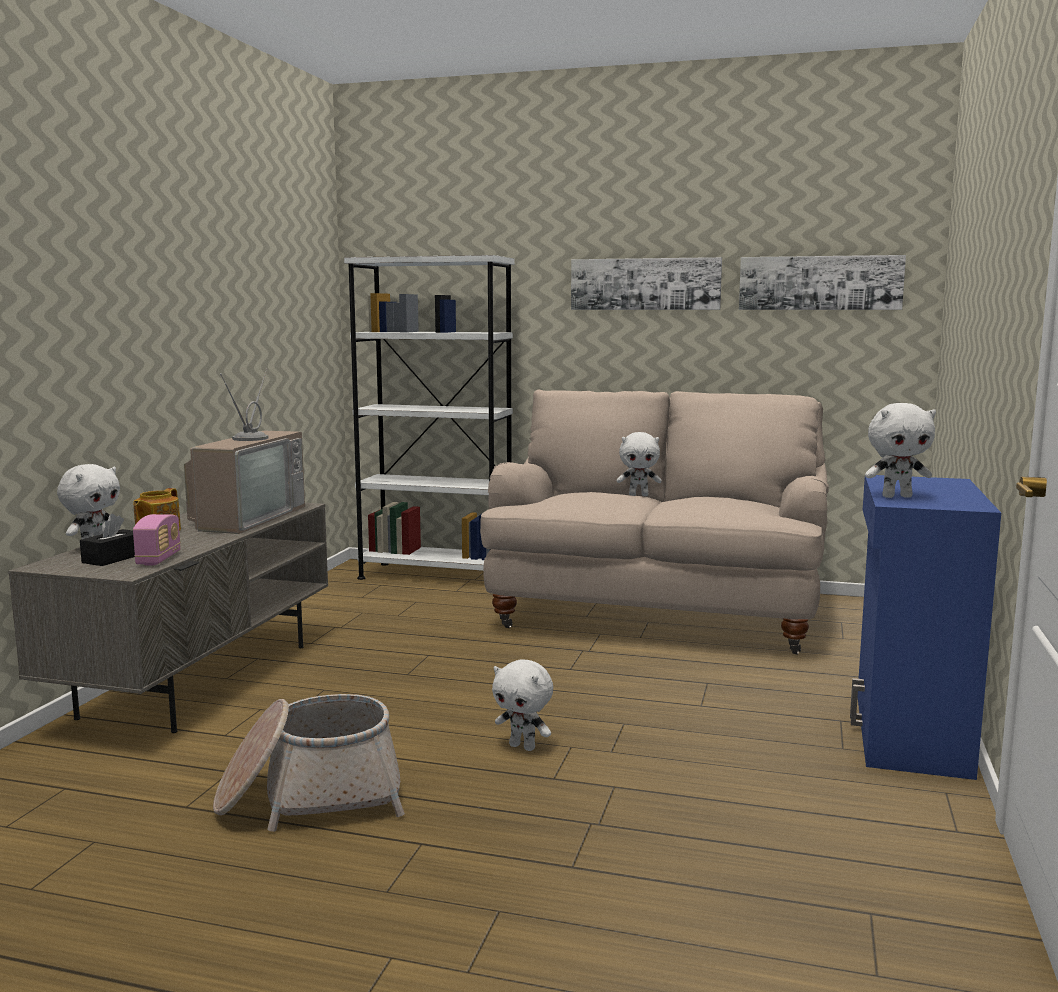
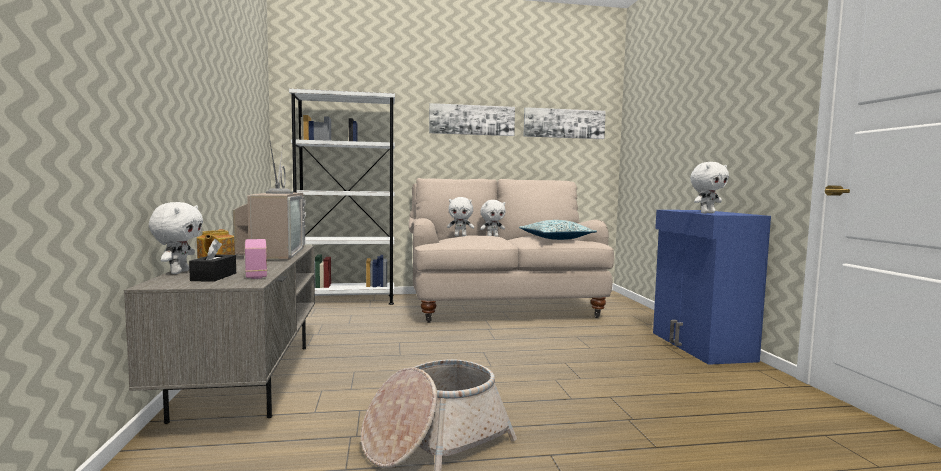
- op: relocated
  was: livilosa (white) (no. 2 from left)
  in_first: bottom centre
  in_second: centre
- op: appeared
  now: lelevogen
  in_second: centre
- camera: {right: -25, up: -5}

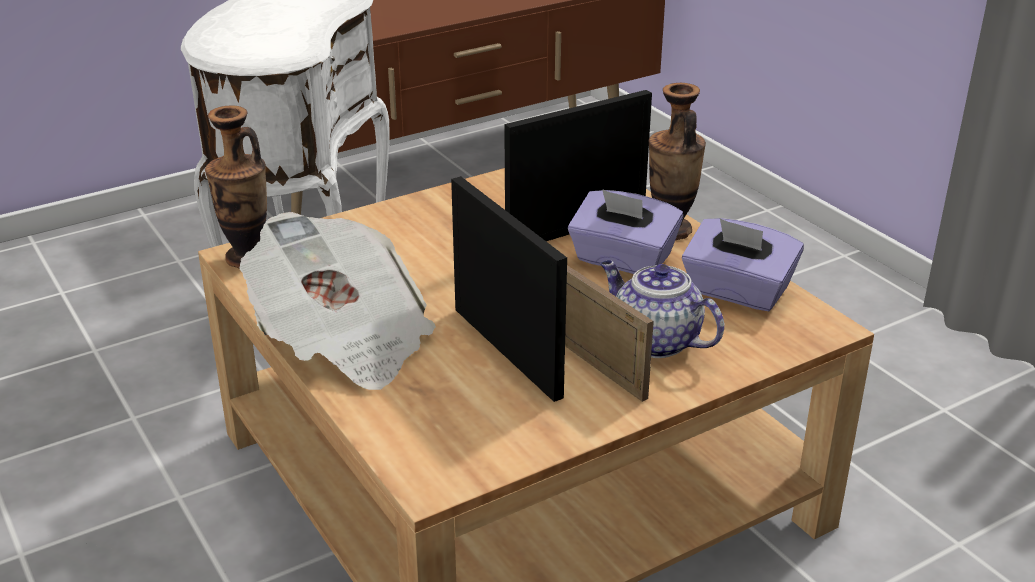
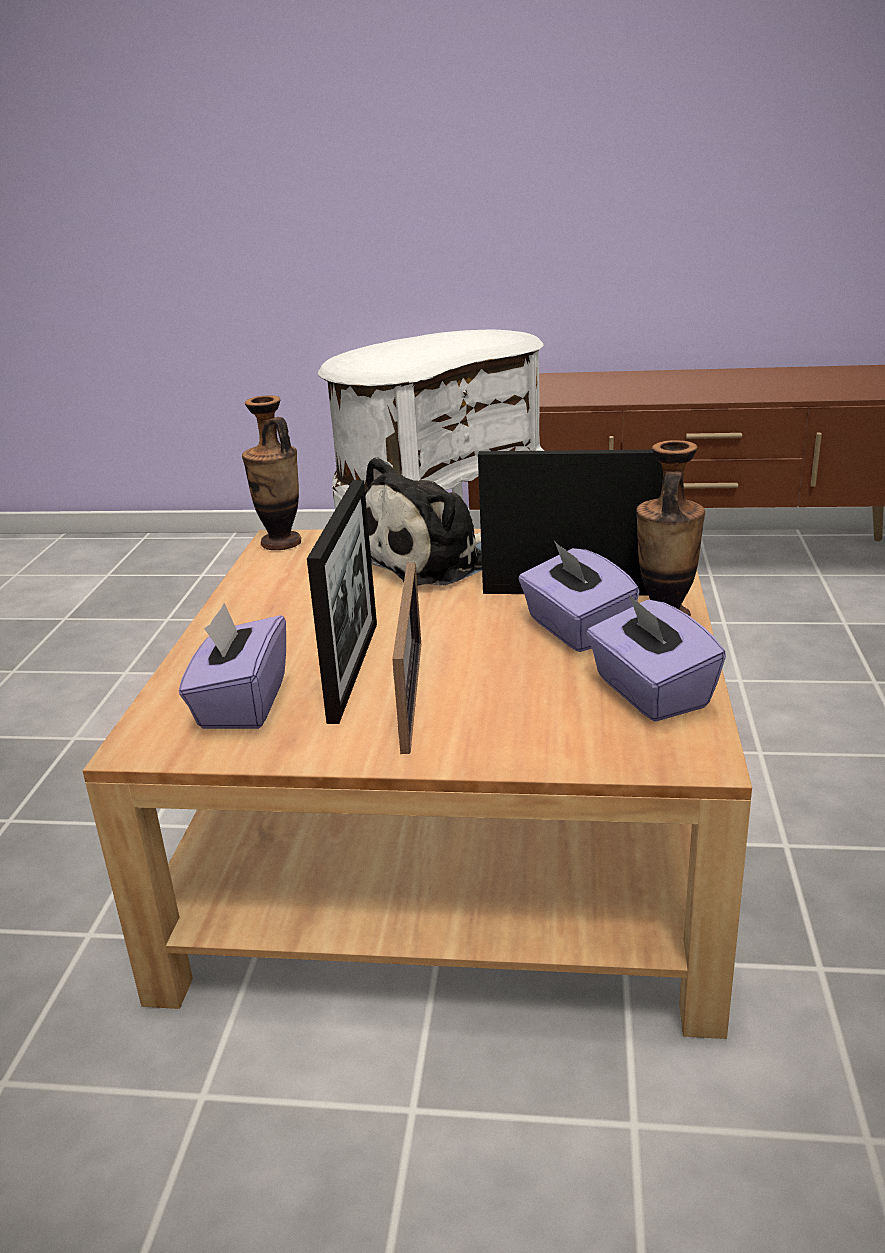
- op: appeared
  now: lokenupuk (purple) (no. 1 from left)
  in_second: middle left
- op: appeared
  now: livilosa
  in_second: centre
- op: missing
  was: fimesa
  in_first: middle left
- op: missing
  was: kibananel
  in_first: centre
- camera: {right: 40, up: -5}

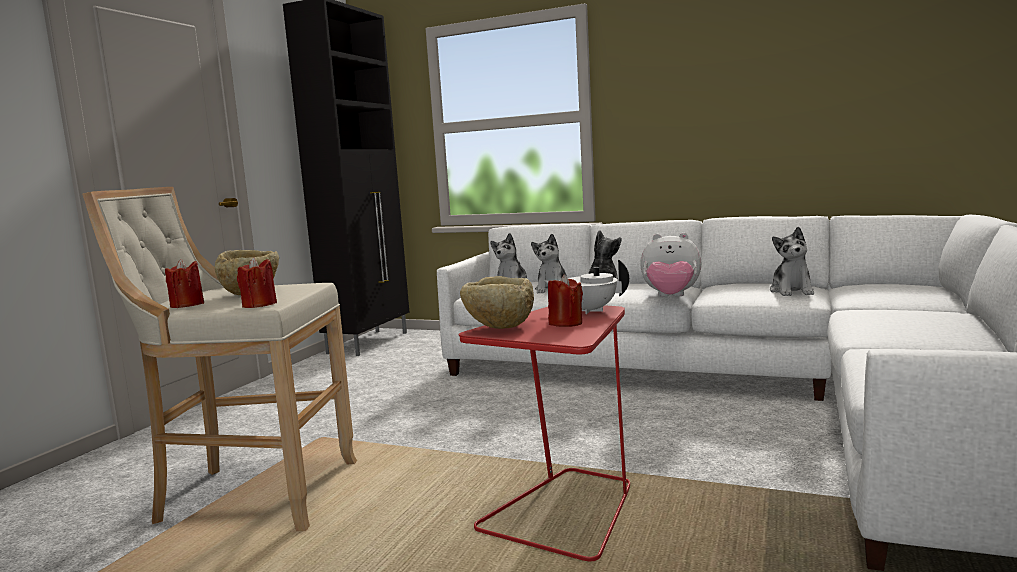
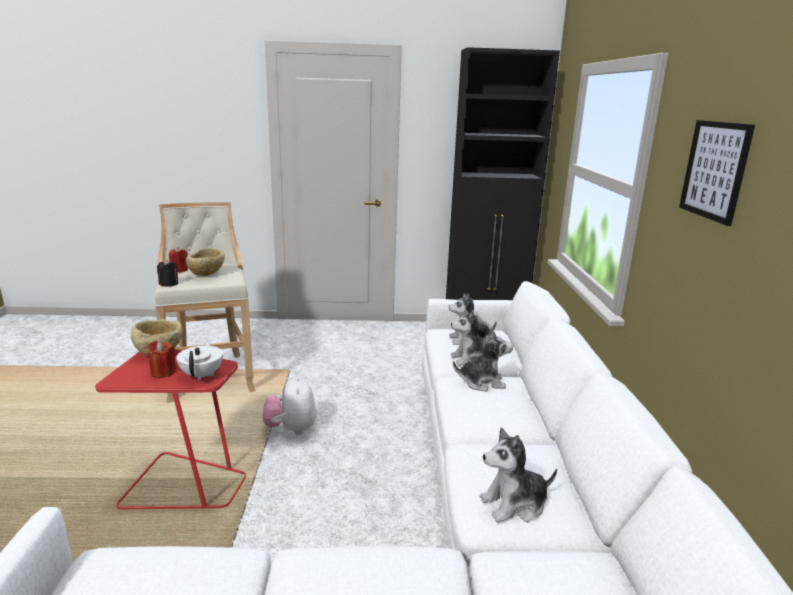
- op: colour
  was: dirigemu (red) (no. 2 from left)
  now: dirigemu (black)
  in_first: middle left
  in_second: middle left
- op: relocated
  was: livilosa (no. 4 from left in the first image)
  now: livilosa (no. 1 from left)
  in_first: centre
  in_second: bottom centre
- op: appeared
  now: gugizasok
  in_second: top right
- camera: {right: 65, up: 10}

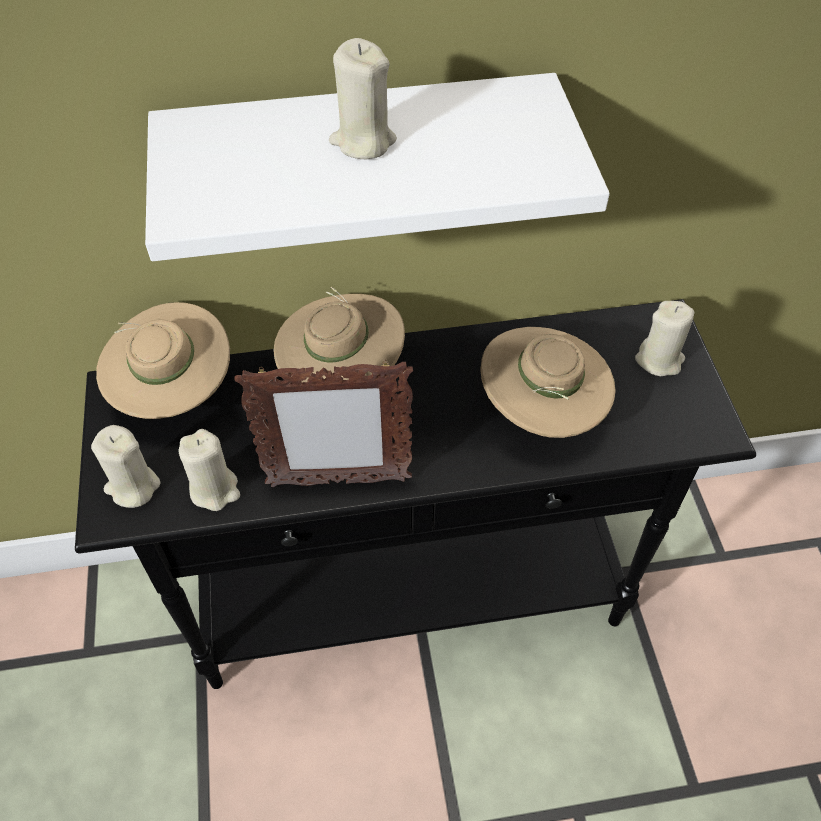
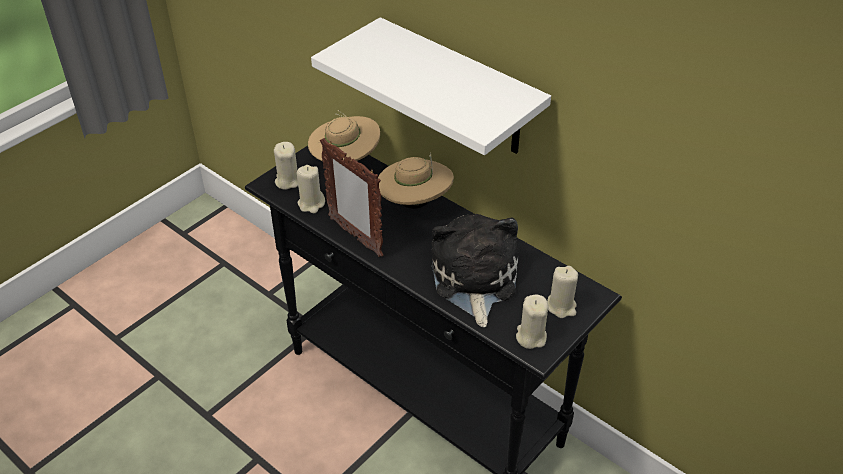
- op: exchanged
  was: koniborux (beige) (no. 3 from left)
  now: livilosa
  in_first: middle right
  in_second: centre
- op: relocated
  was: dirigemu (beige) (no. 3 from left)
  in_first: top centre
  in_second: bottom centre
- camera: {right: 50, up: -10}

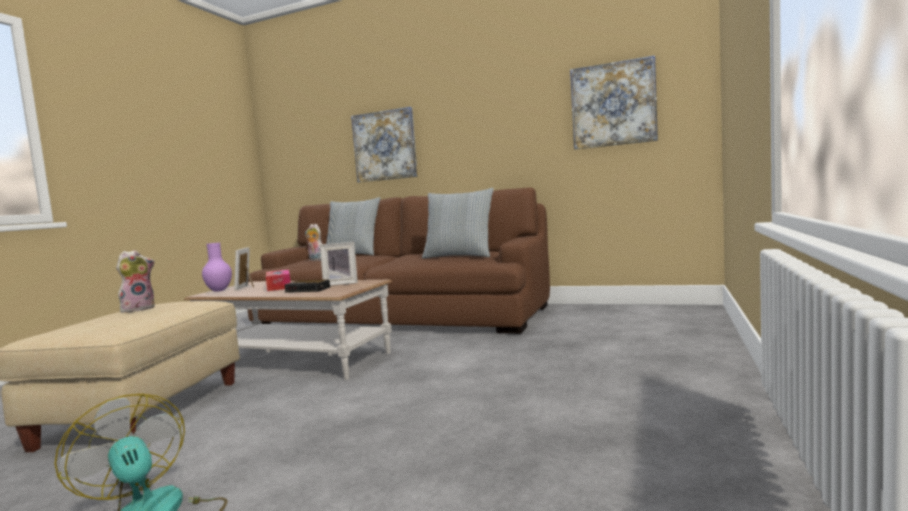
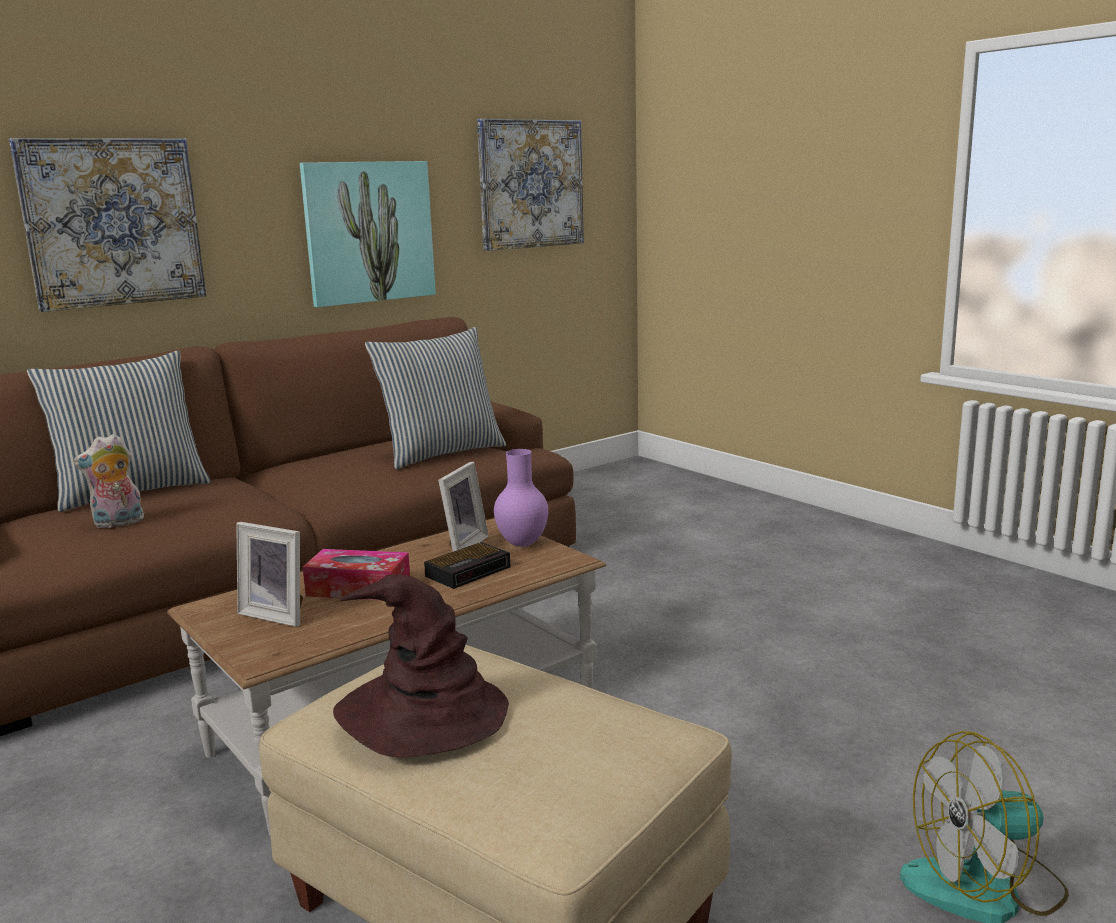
- op: appeared
  now: gugizasok (no. 2 from left)
  in_second: top left
- op: exchanged
  was: livilosa (no. 1 from left)
  now: koniborux (brown)
  in_first: middle left
  in_second: bottom centre
- op: relocated
  was: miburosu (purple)
  in_first: middle left
  in_second: centre
- camera: {right: -60, up: 10}

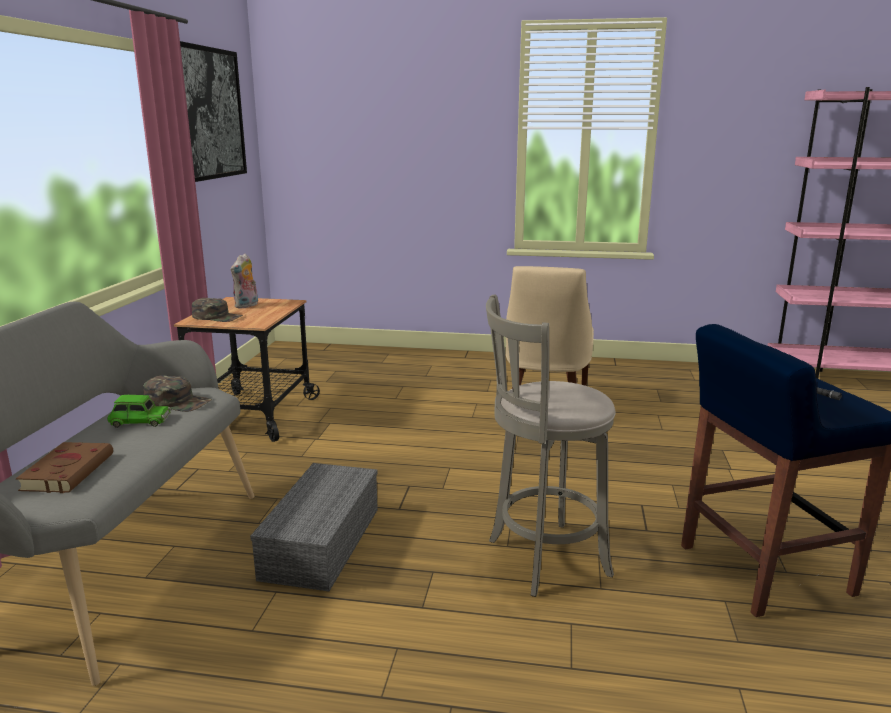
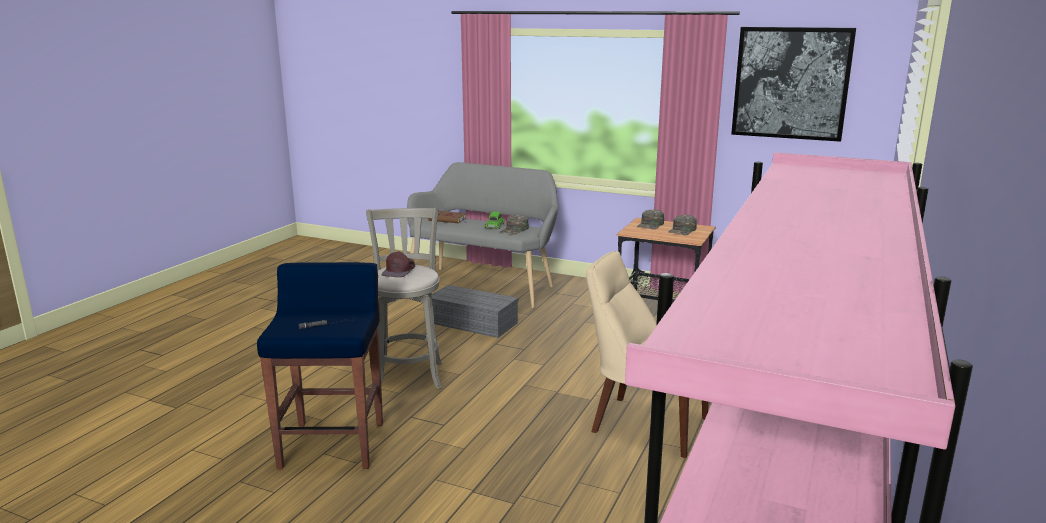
- op: appeared
  now: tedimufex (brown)
  in_second: centre
- op: exchanged
  was: livilosa
  now: tedimufex (green) (no. 3 from left)
  in_first: middle left
  in_second: centre
- camera: {right: 105, up: 0}

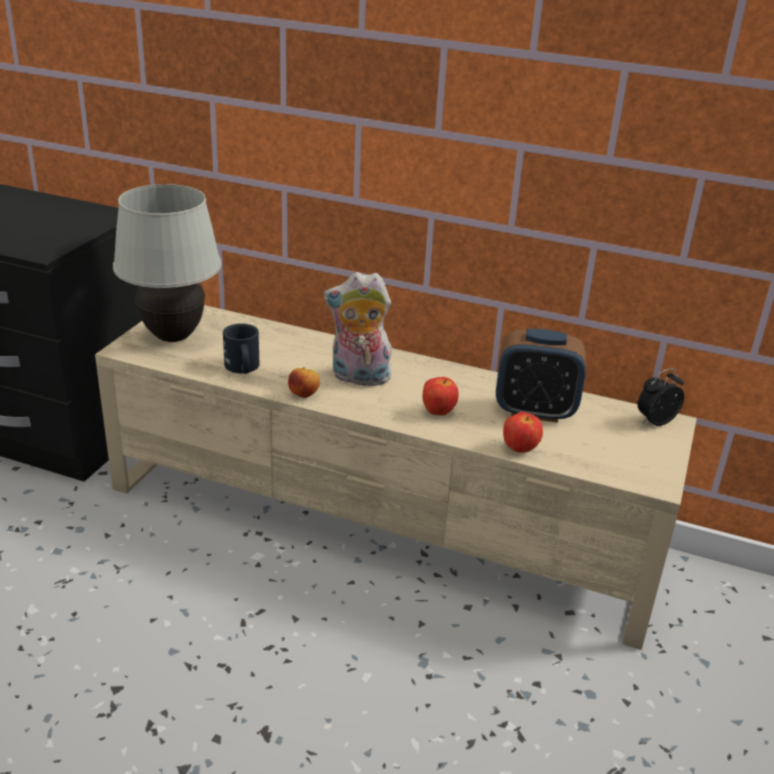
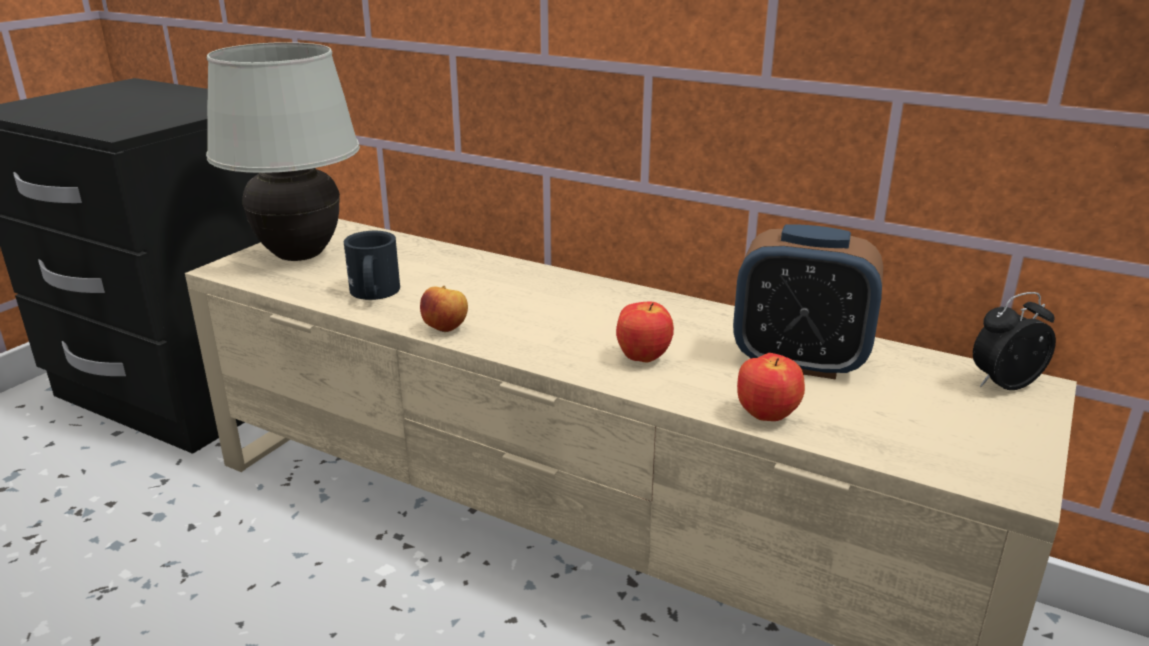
- op: missing
  was: livilosa
  in_first: centre
- camera: {right: 10, up: -5}

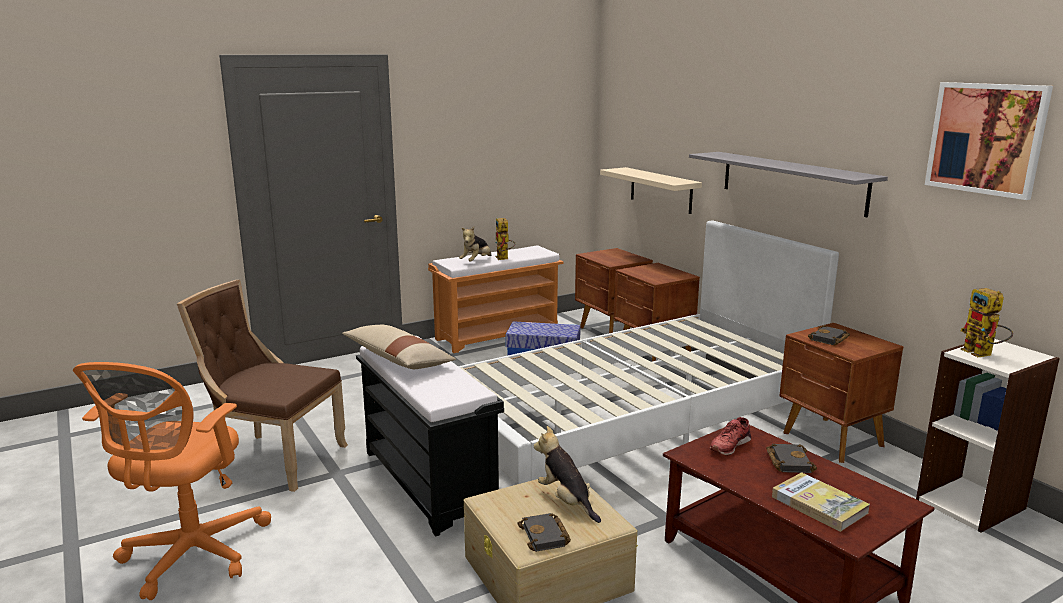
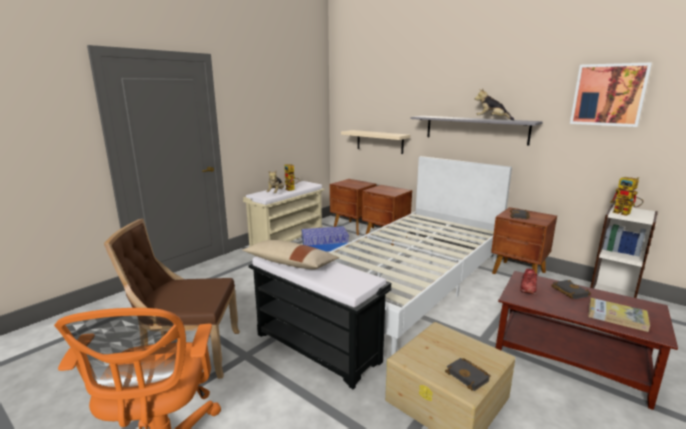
- op: colour
  was: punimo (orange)
  now: punimo (beige)
  in_first: centre
  in_second: centre
- op: relocated
  was: livilosa (no. 2 from left)
  in_first: bottom centre
  in_second: top right
- camera: {right: -20, up: 0}

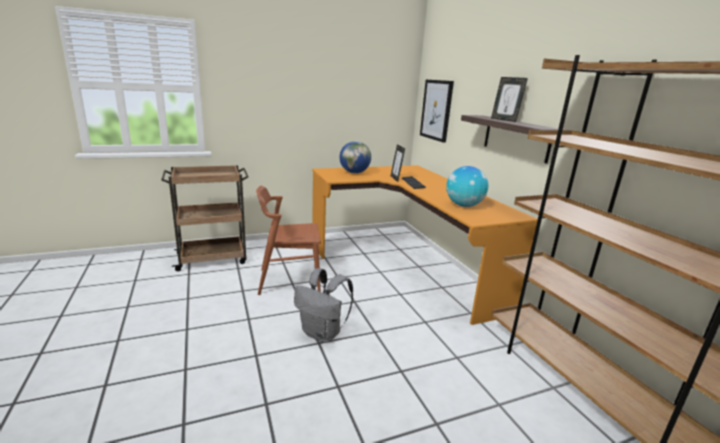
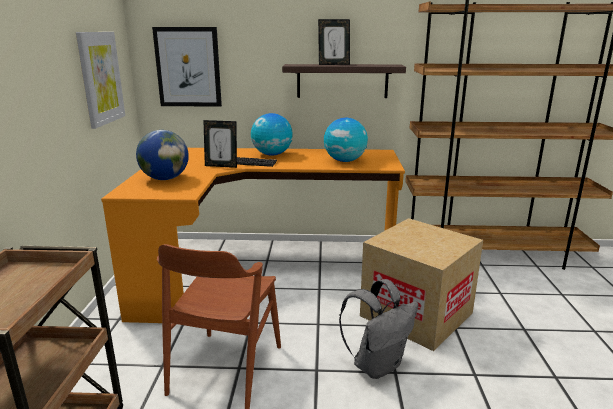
- op: appeared
  now: gugizasok (no. 1 from left)
  in_second: top left
- op: appeared
  now: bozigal (no. 2 from left)
  in_second: top centre
- op: appeared
  now: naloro
  in_second: bottom right
- camera: {right: -65, up: 0}

